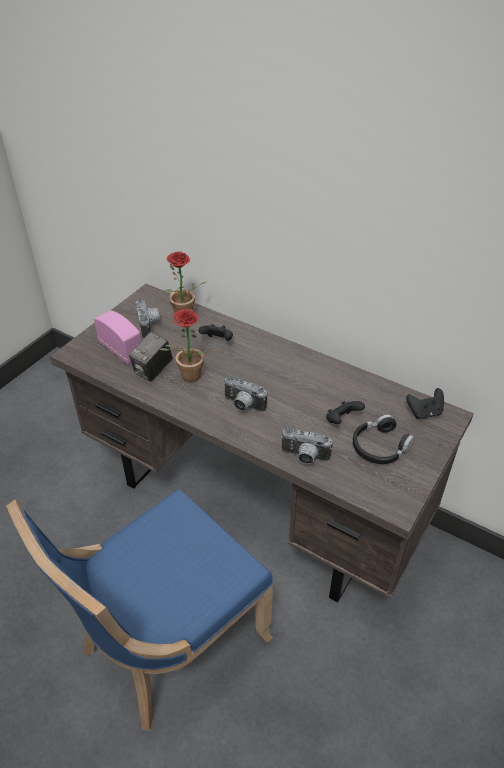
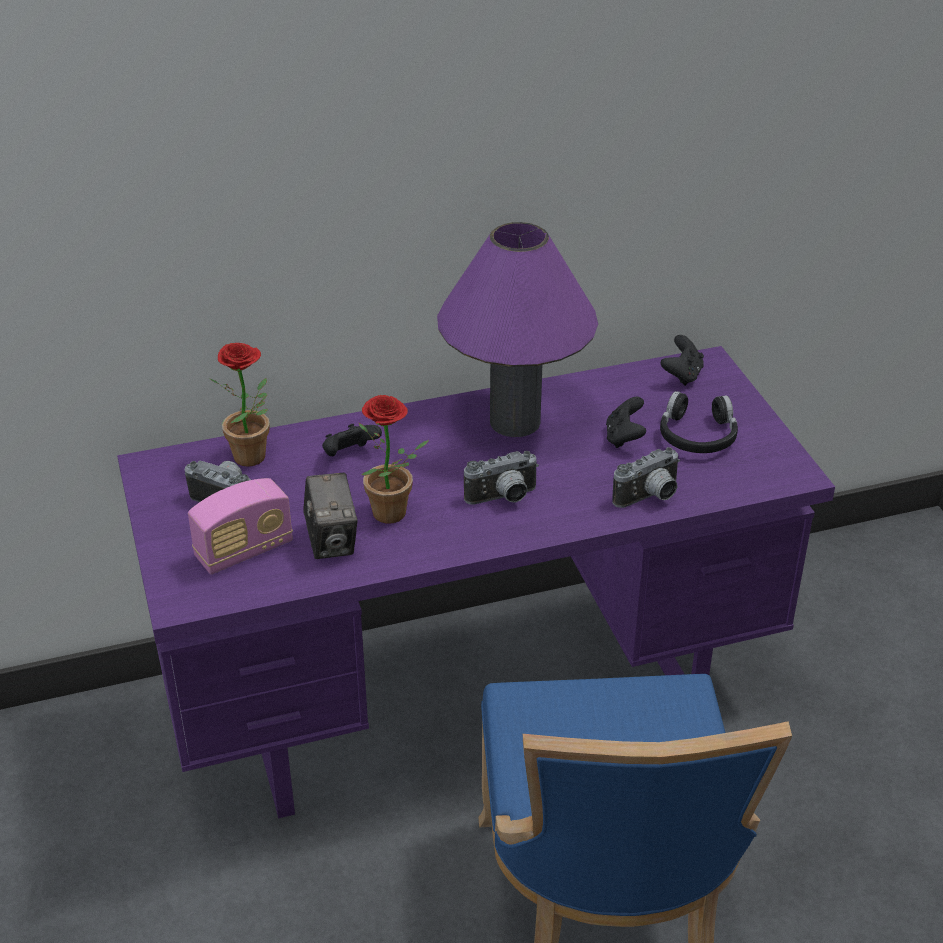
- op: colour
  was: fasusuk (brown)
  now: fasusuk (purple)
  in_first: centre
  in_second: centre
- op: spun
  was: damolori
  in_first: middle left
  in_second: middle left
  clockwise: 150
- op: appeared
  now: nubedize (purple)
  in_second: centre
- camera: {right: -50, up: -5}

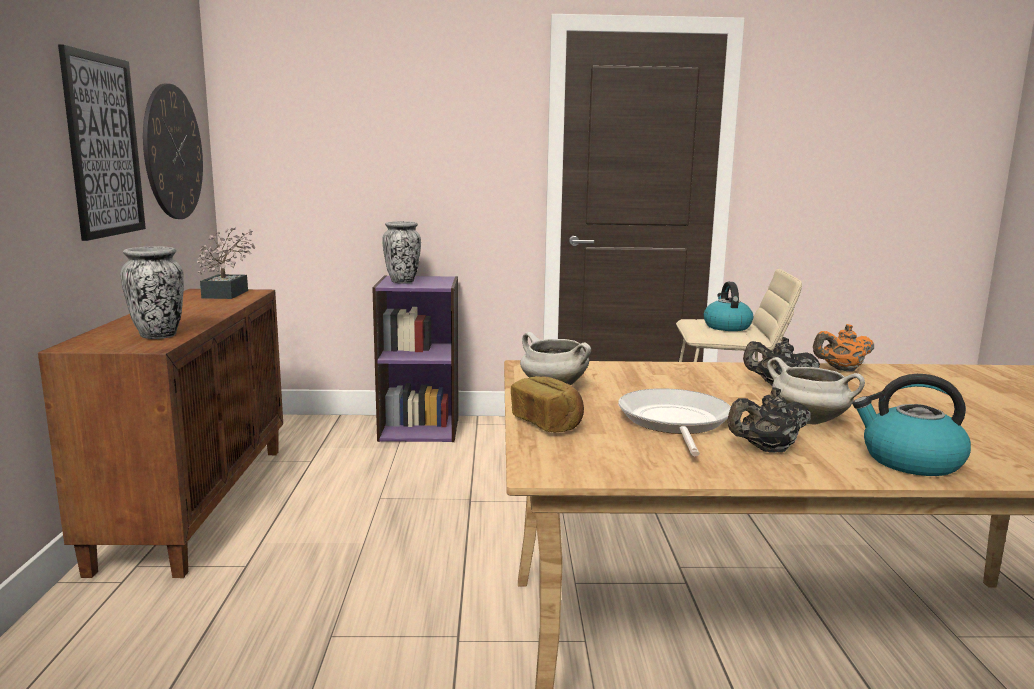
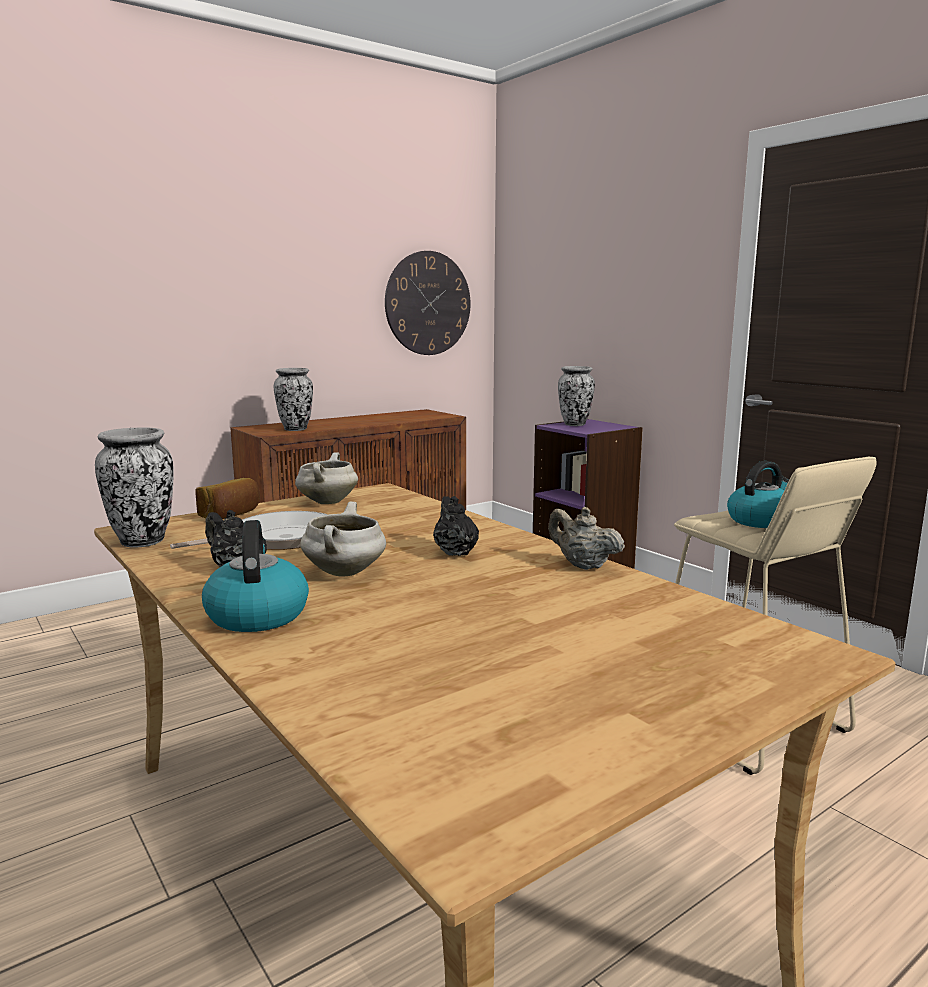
- op: appeared
  now: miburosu (no. 1 from left)
  in_second: middle left
- op: colour
  was: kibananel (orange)
  now: kibananel (beige)
  in_first: middle right
  in_second: centre
- op: missing
  was: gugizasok
  in_first: top left
- op: missing
  was: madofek
  in_first: middle left
- camera: {right: 55, up: 0}

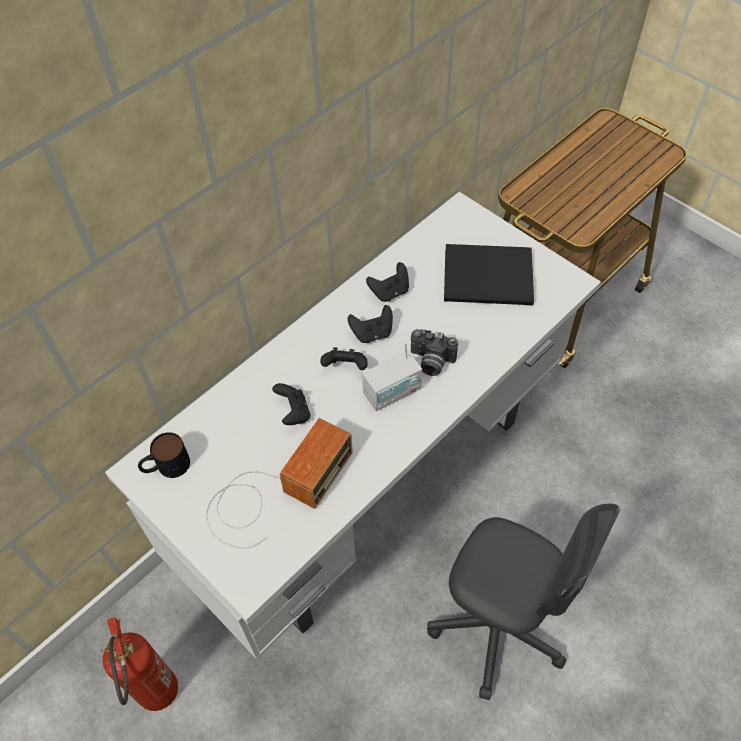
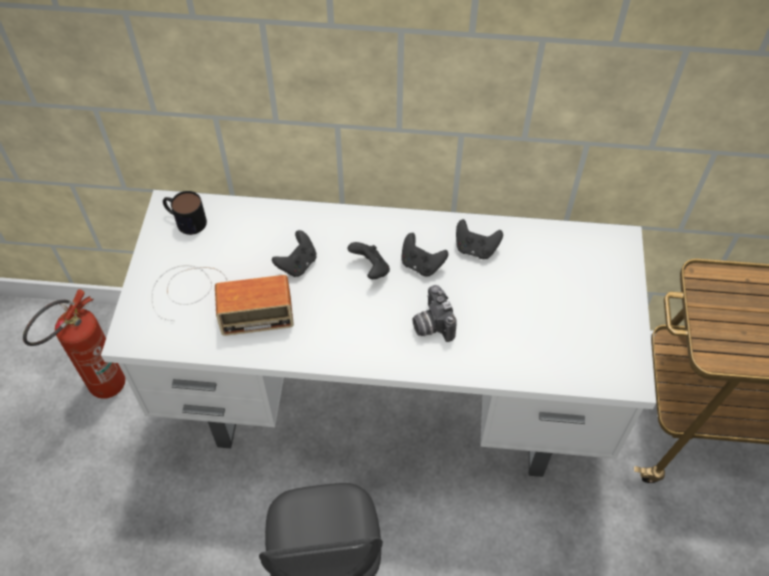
- op: missing
  was: damolori (no. 2 from left)
  in_first: centre
- op: missing
  was: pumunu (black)
  in_first: centre
- camera: {right: 50, up: 0}

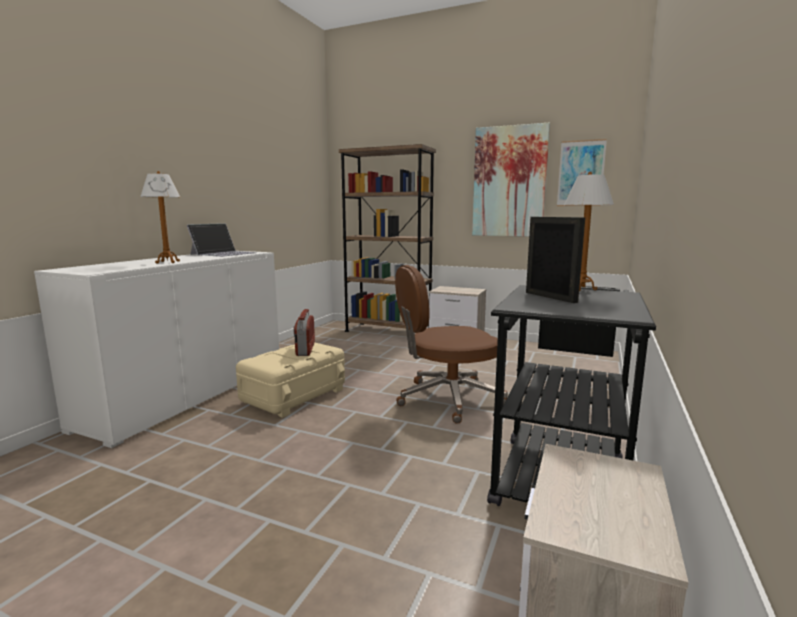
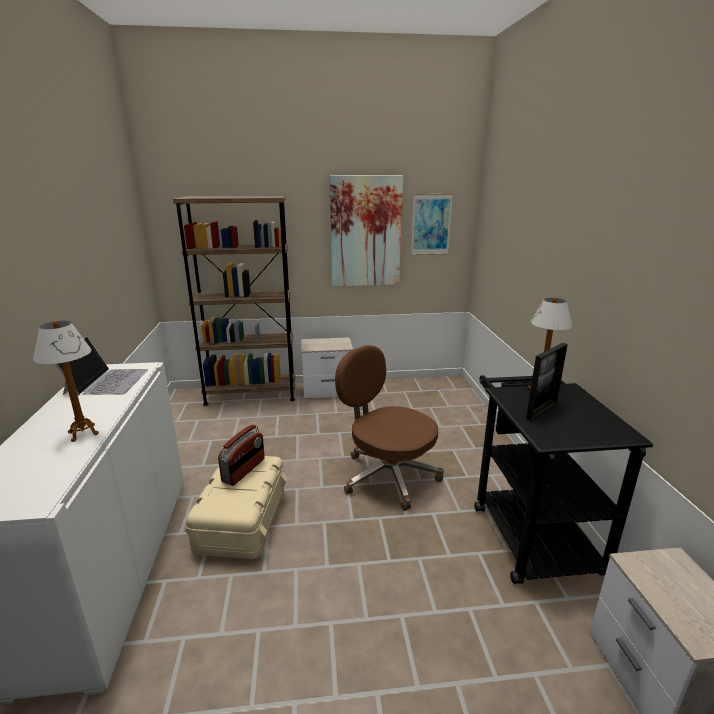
- op: spun
  was: damolori
  in_first: centre
  in_second: centre
  clockwise: -120
- op: spun
  was: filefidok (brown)
  in_first: centre
  in_second: centre
  clockwise: 90
- op: spun
  was: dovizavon
  in_first: middle right
  in_second: middle right
  clockwise: 105
- camera: {right: -30, up: 10}

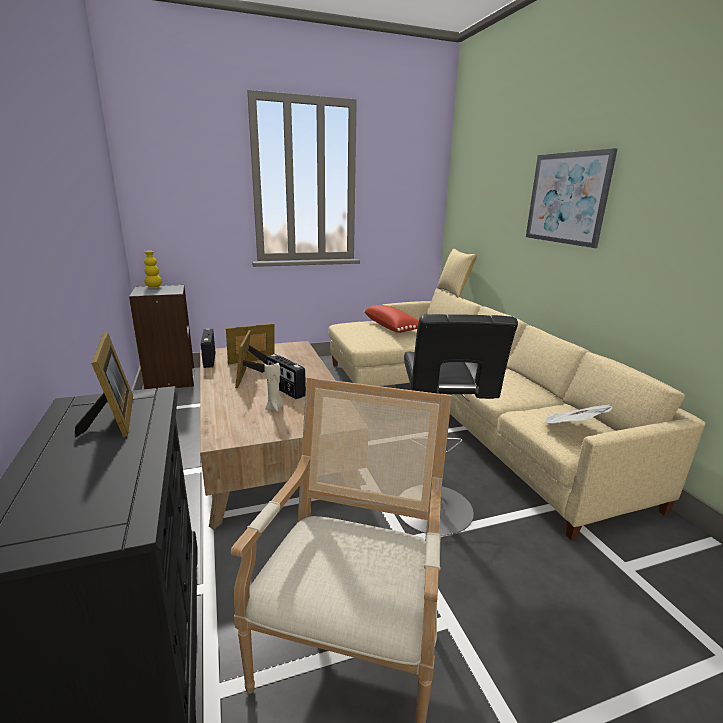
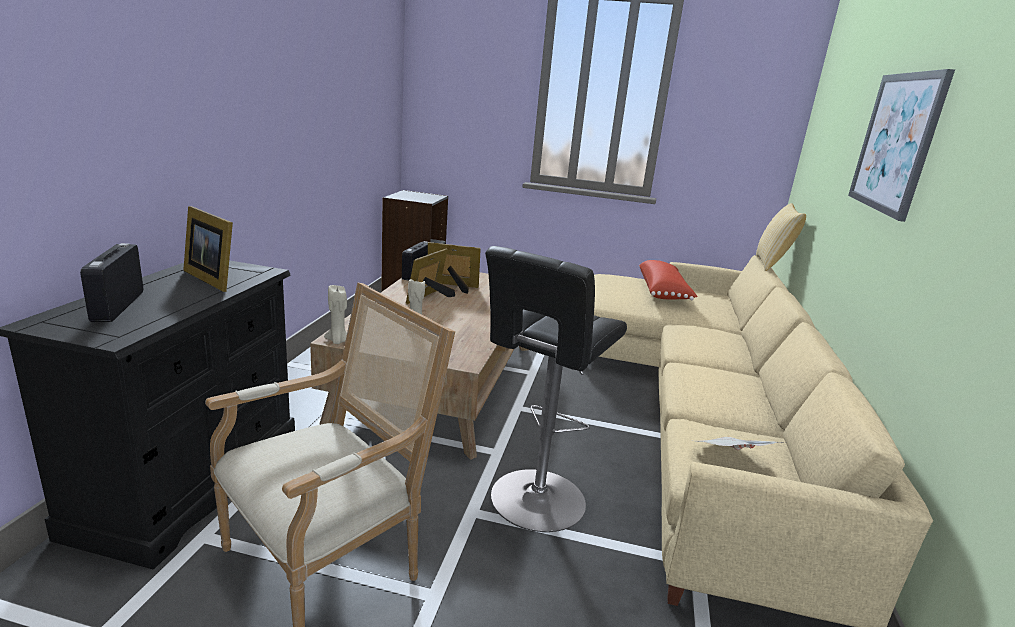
- op: relocated
  was: damolori (no. 2 from left in the first image)
  now: damolori (no. 1 from left)
  in_first: centre
  in_second: middle left
- op: spun
  was: dovizavon (no. 1 from left)
  in_first: middle left
  in_second: middle left
  clockwise: 120
- op: appeared
  now: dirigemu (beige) (no. 1 from left)
  in_second: middle left
- op: missing
  was: miburosu (yellow)
  in_first: middle left
- camera: {right: 30, up: 0}

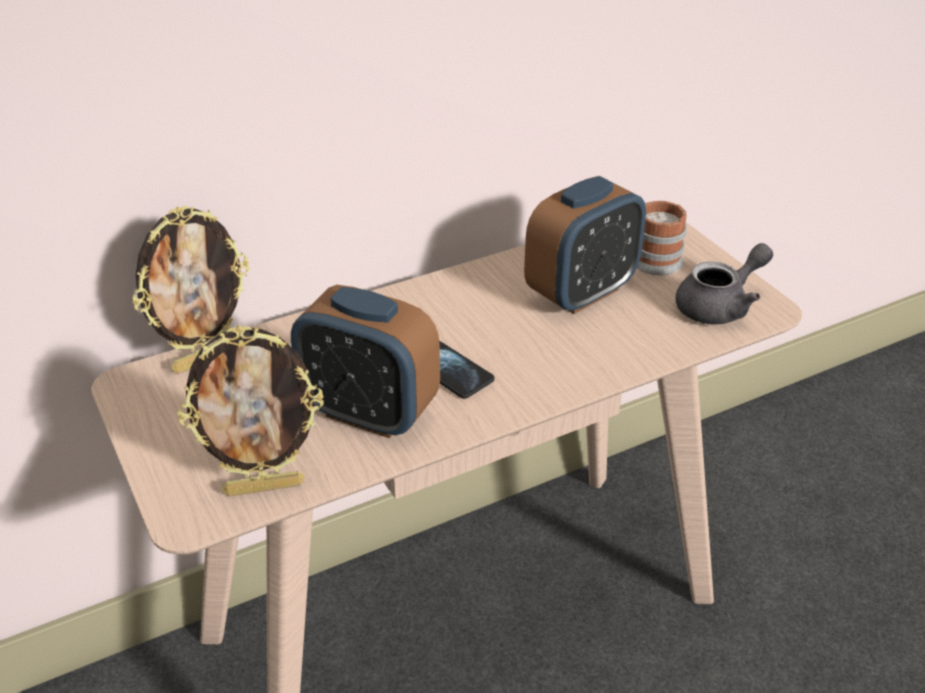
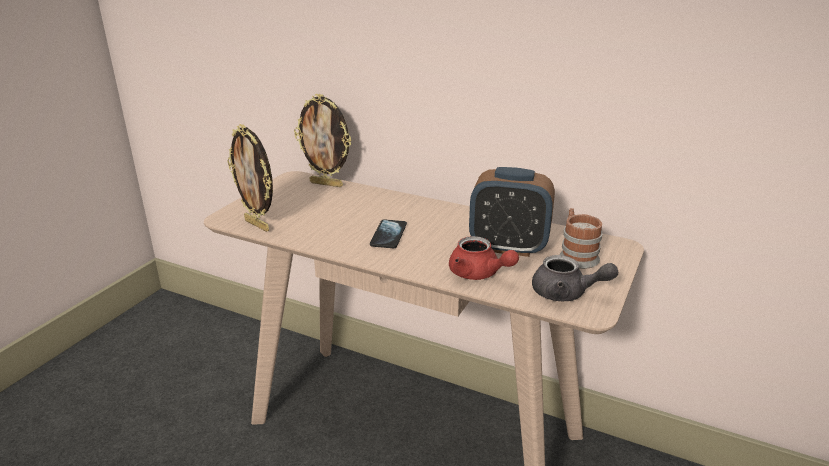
- op: appeared
  now: kibananel (red)
  in_second: centre
- op: missing
  was: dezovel (no. 1 from left)
  in_first: centre
- camera: {right: 55, up: -10}

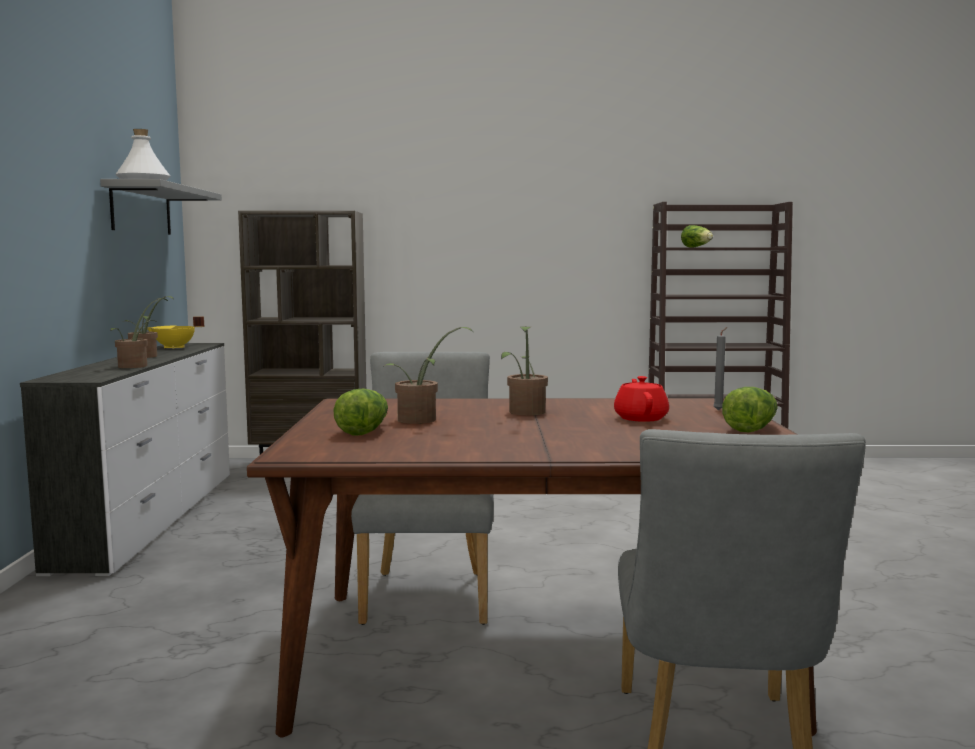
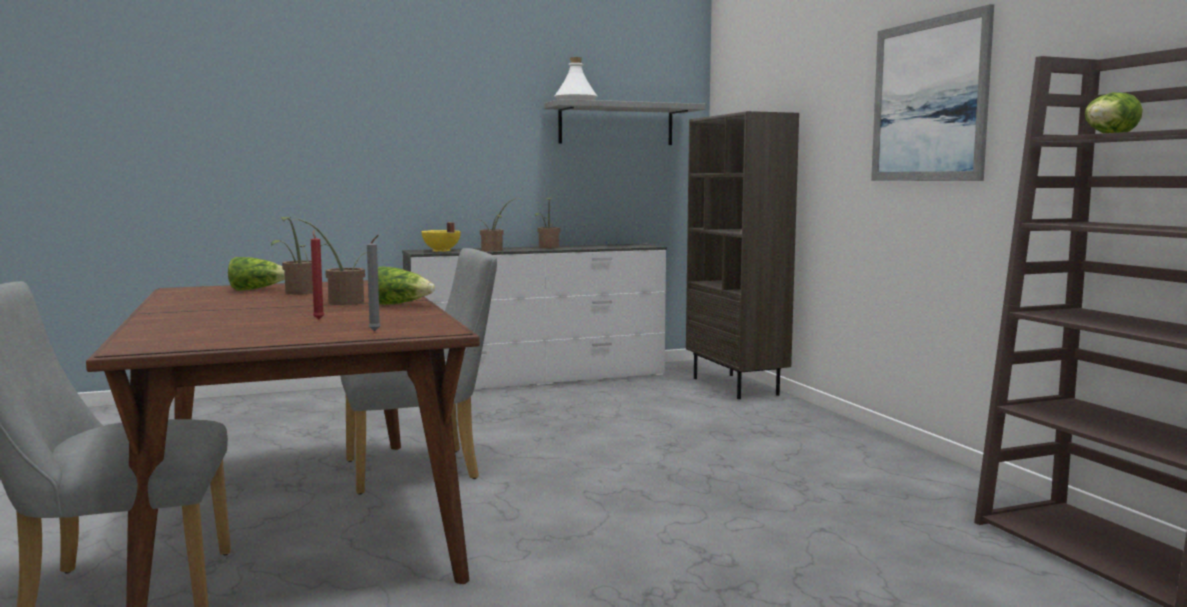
- op: exchanged
  was: kibananel (red)
  now: dirigemu (red)
  in_first: centre
  in_second: middle left
- op: relocated
  was: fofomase (no. 3 from left in the first image)
  now: fofomase (no. 2 from left)
  in_first: middle right
  in_second: centre
- op: relocated
  was: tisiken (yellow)
  in_first: middle left
  in_second: centre
- op: appeared
  now: gugizasok
  in_second: top right
- camera: {right: 70, up: 0}

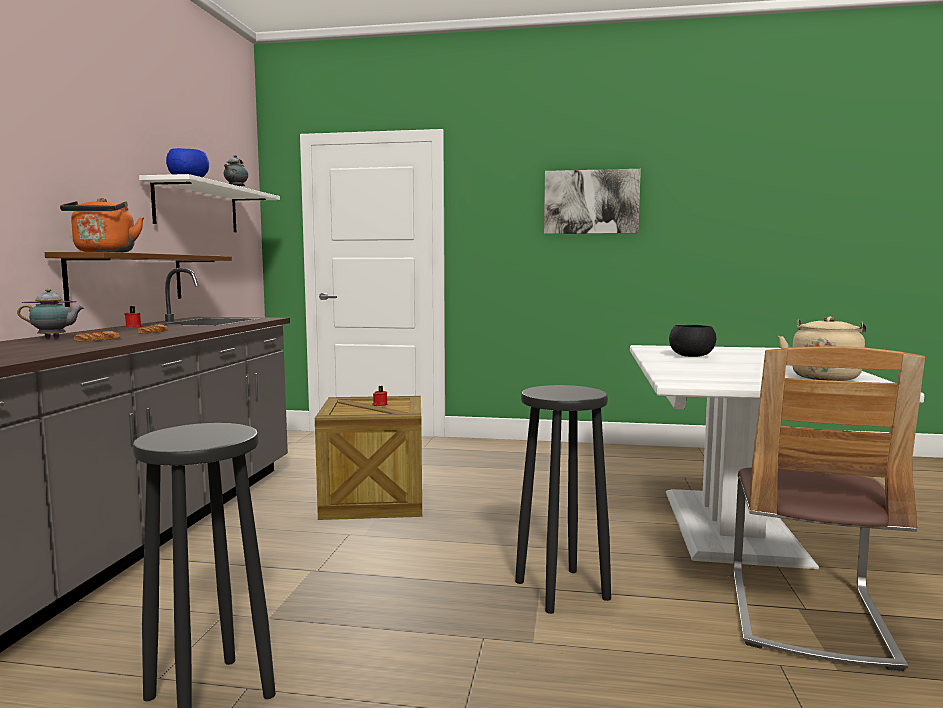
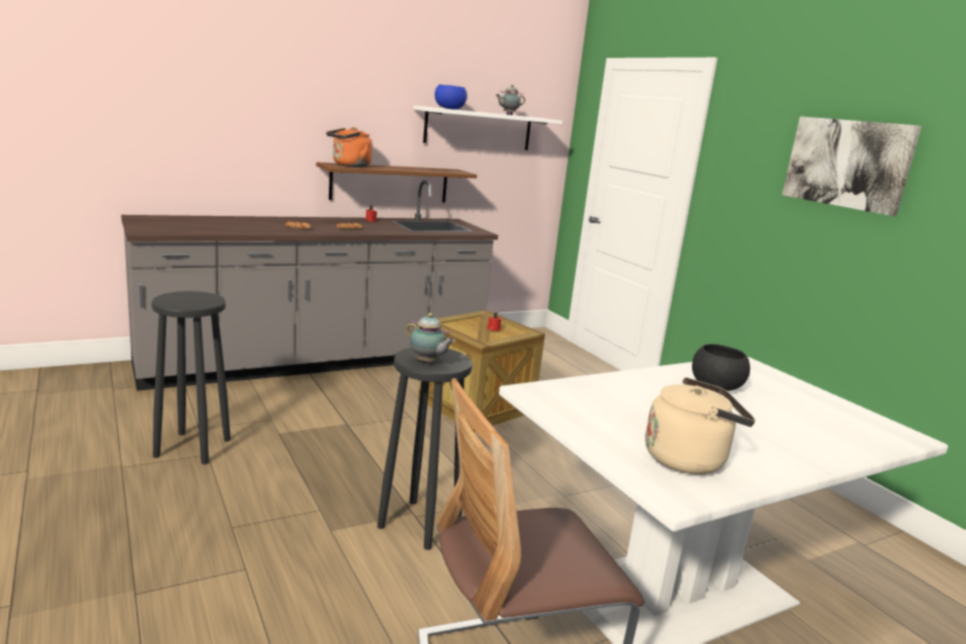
- op: relocated
  was: kibananel (no. 1 from left)
  in_first: middle left
  in_second: centre
- camera: {right: 50, up: 10}

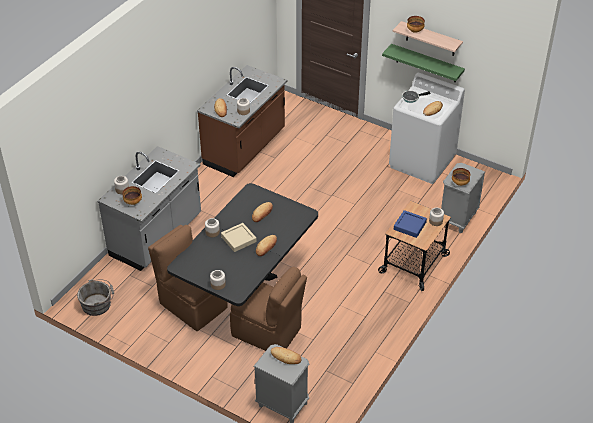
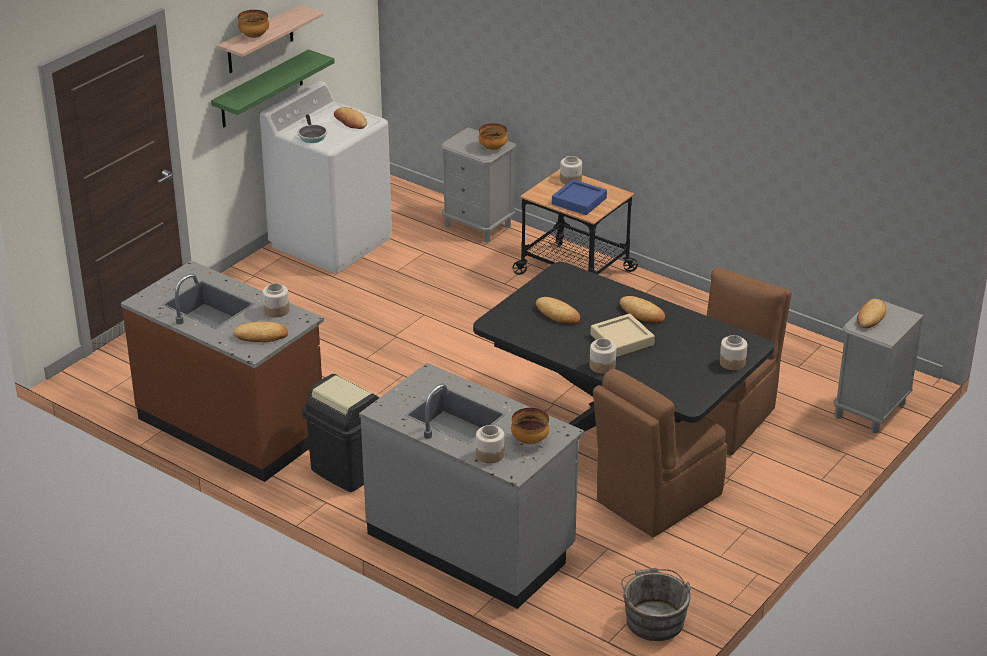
- op: appeared
  now: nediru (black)
  in_second: centre
- camera: {right: -85, up: -10}

